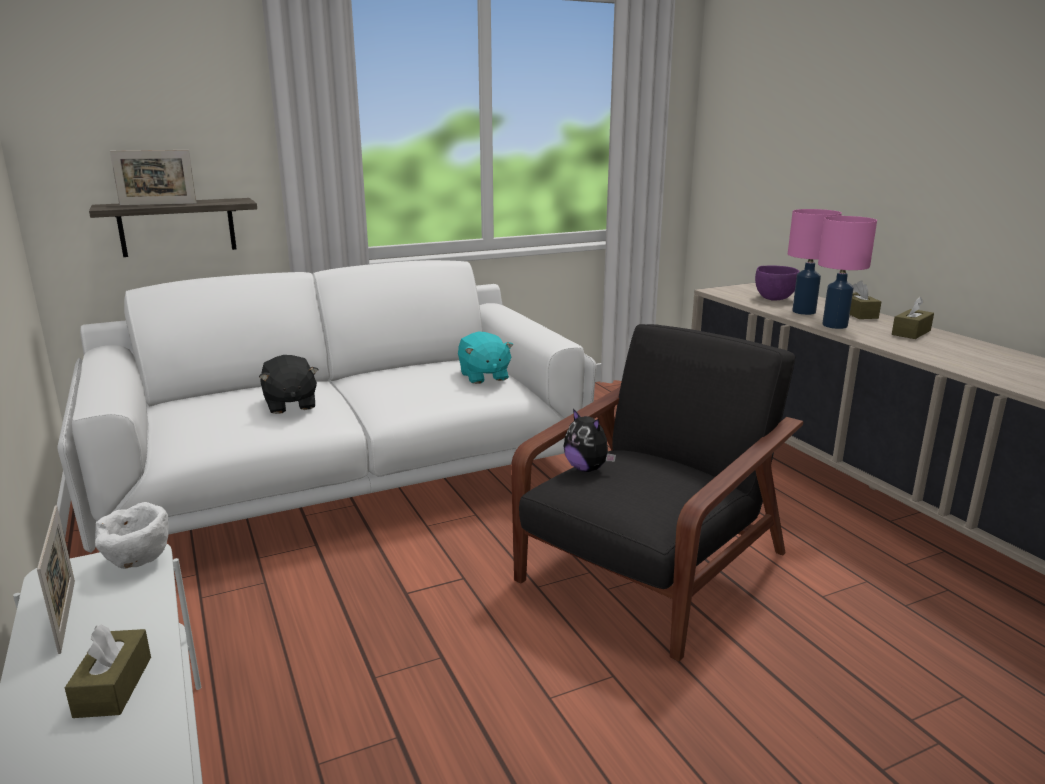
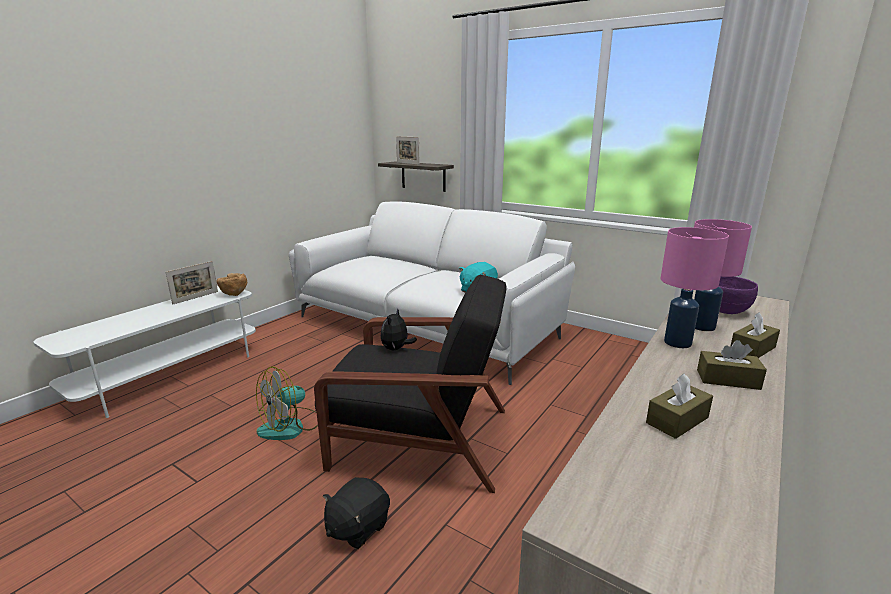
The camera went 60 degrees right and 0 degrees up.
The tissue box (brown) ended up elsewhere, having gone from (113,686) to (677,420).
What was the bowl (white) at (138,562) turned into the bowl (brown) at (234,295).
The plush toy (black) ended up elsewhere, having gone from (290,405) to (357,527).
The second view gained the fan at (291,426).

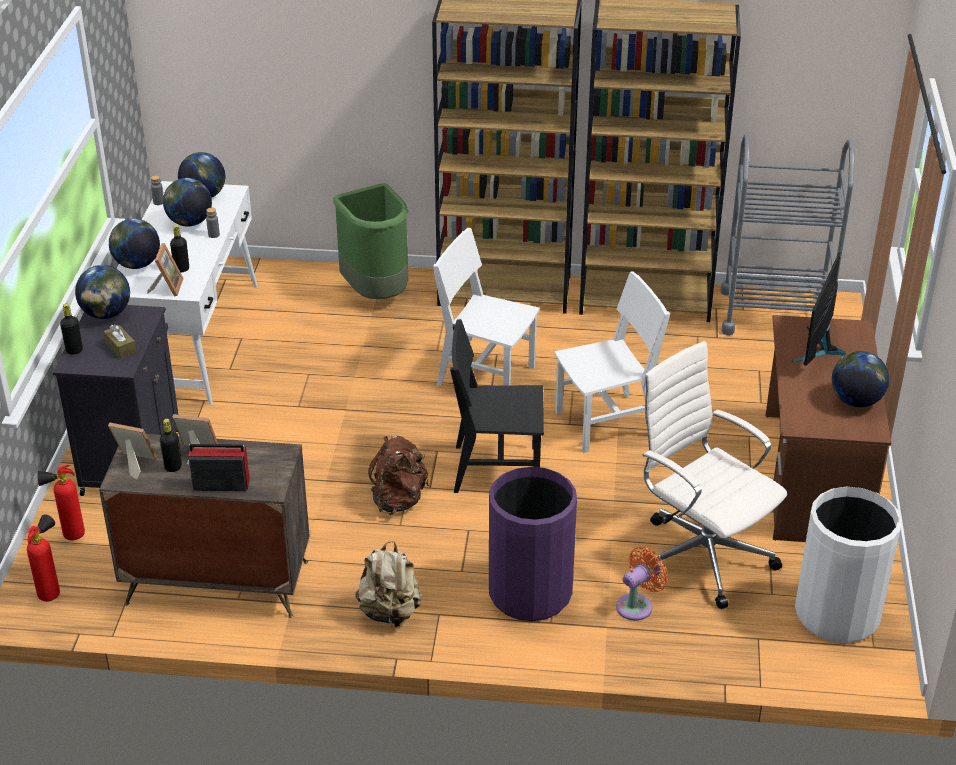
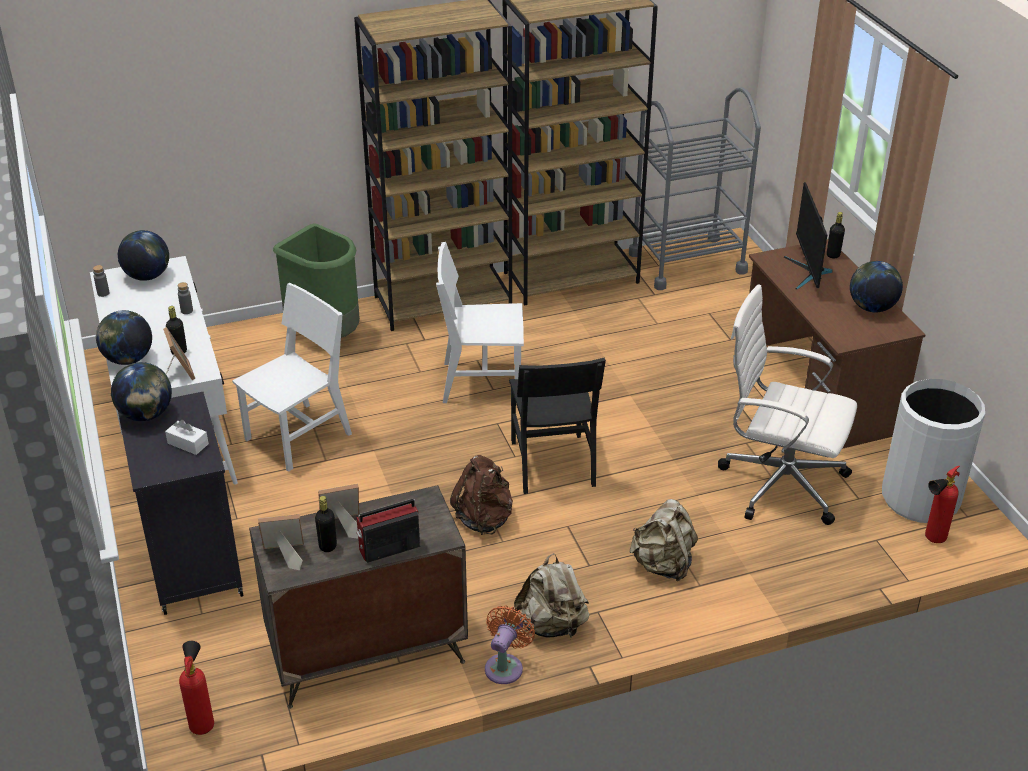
The camera went 25 degrees left and 0 degrees up.
The fire extinguisher ended up elsewhere, having gone from (69,536) to (931,540).
The bottle (black) ended up elsewhere, having gone from (74,350) to (833,255).
What was the tissue box (brown) at (120,347) turned into the tissue box (white) at (188,443).
The second view lost the globe at (190,223).
The chair (black) at (496,469) ended up facing another way, 75 degrees counterclockwise from before.
Where the trash can (purple) stood at (530,593), the backpack (beige) came to stand at (663,565).
The chair (white) ended up elsewhere, having gone from (606,423) to (298,437).
The fan (orange) ended up elsewhere, having gone from (637,605) to (505,666).

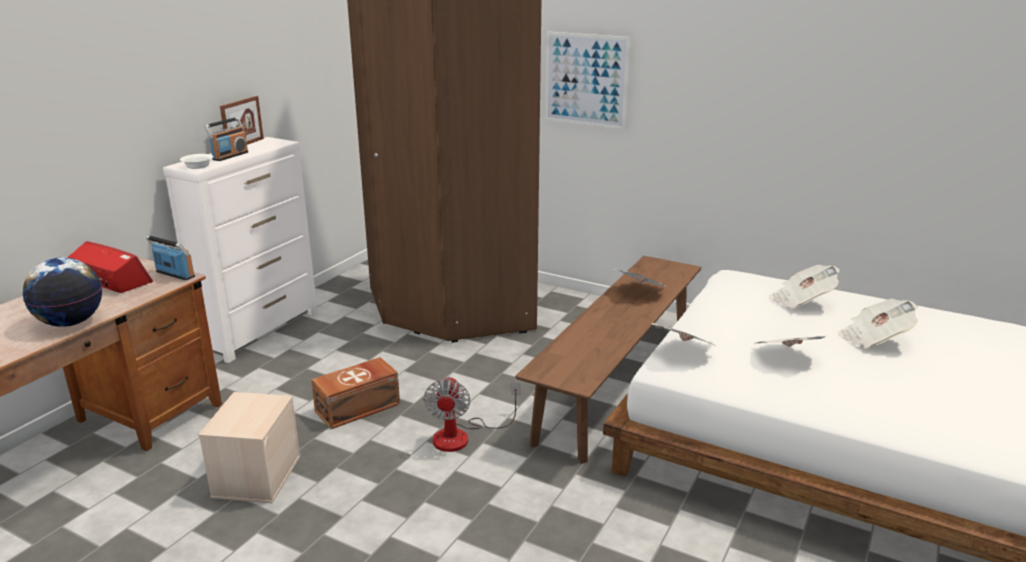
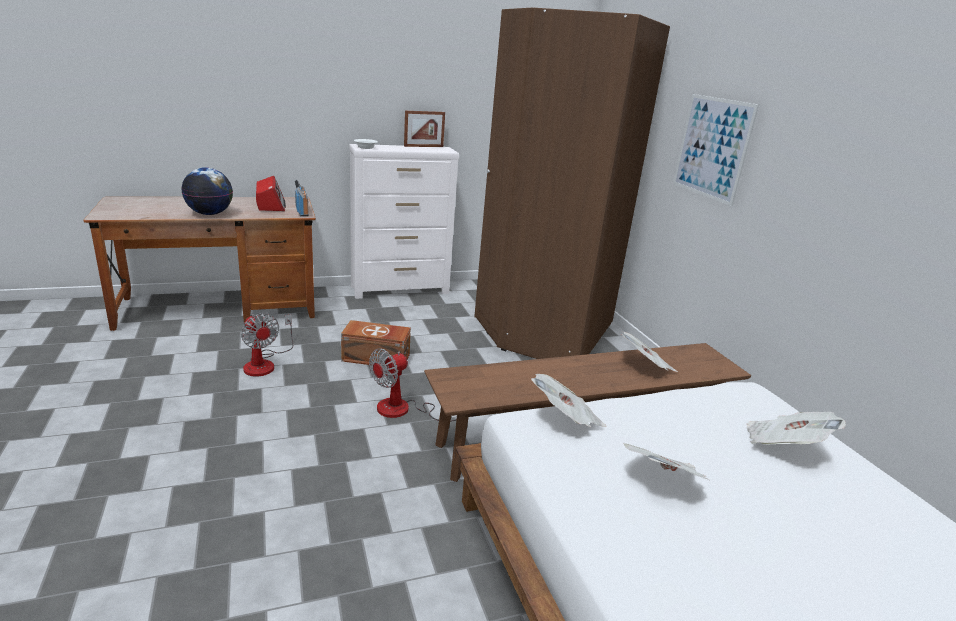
The camera went 40 degrees right and 0 degrees up.
Where the storage box (beige) stood at (256,475), the fan came to stand at (265,363).
The second view lost the radio at (230,156).
The second view lost the newspaper at (874,339).

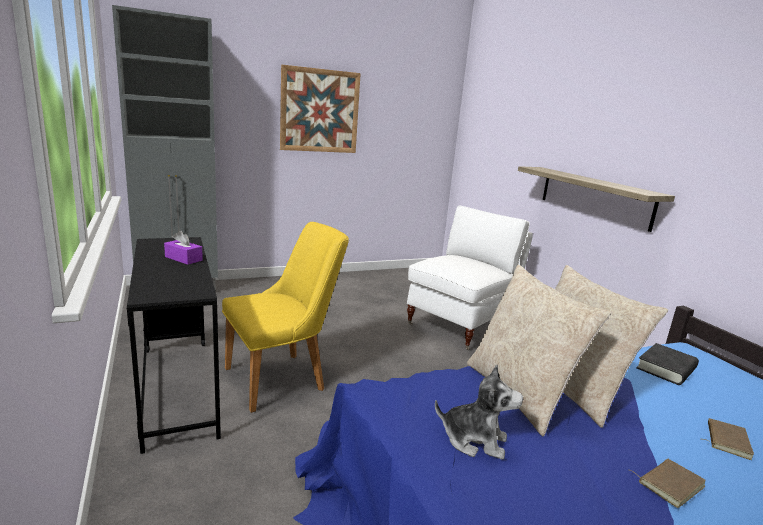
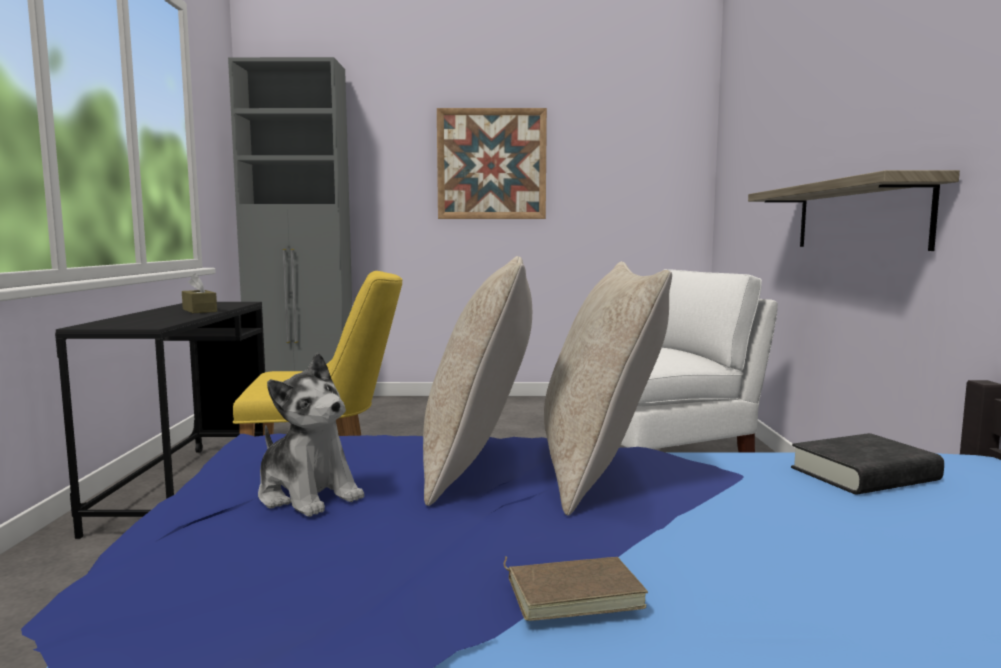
The camera went 25 degrees right and 10 degrees down.
What was the tissue box (purple) at (183,258) turned into the tissue box (brown) at (199,310).
The second view lost the book (brown) at (725,440).

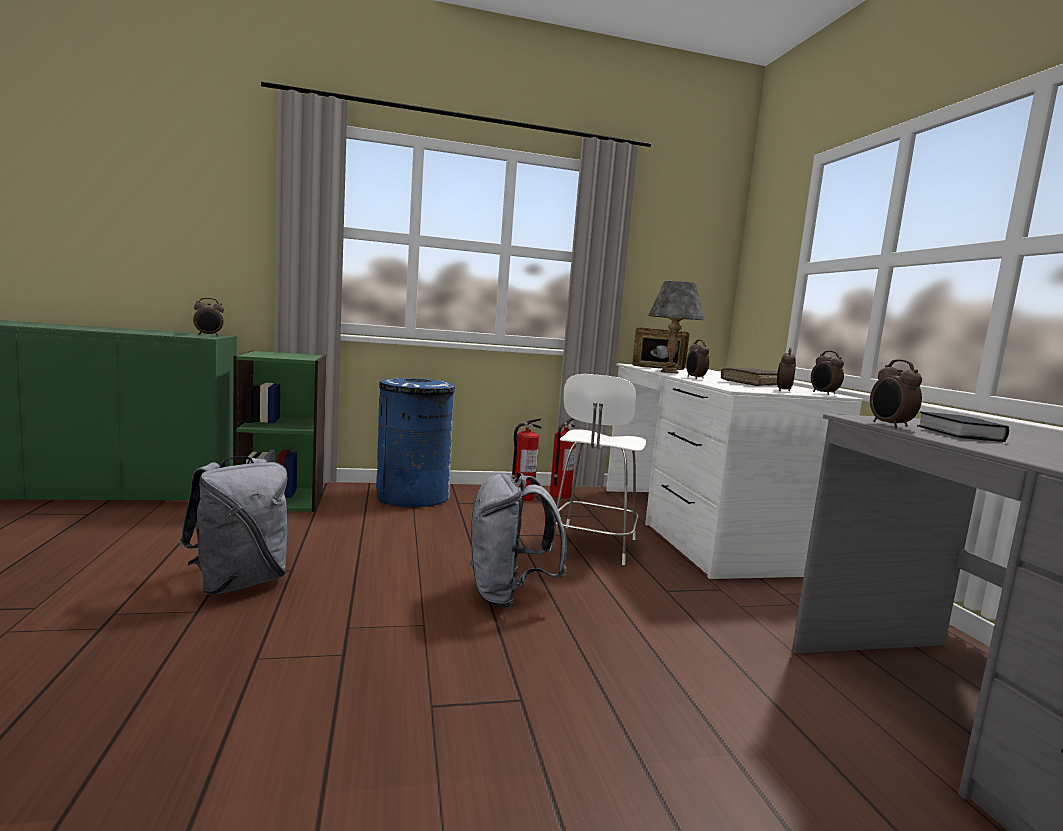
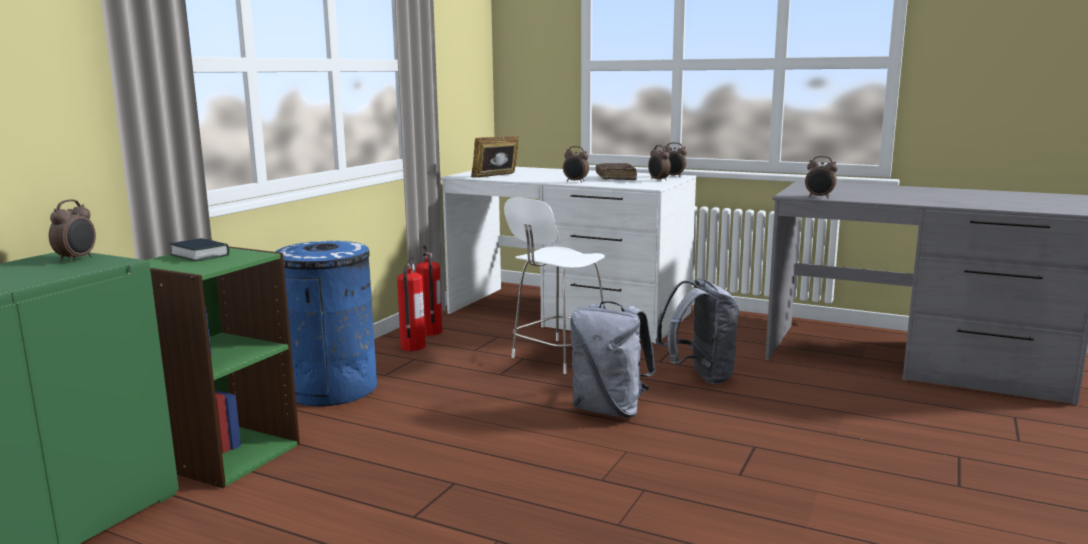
The camera went 50 degrees left and 5 degrees up.
The backpack (grey) ended up elsewhere, having gone from (239,583) to (699,376).
The chair (white) at (592,546) ended up facing another way, 75 degrees clockwise from before.
The second view lost the table lamp (grey) at (669,372).
The book ended up elsewhere, having gone from (959,434) to (200,255).

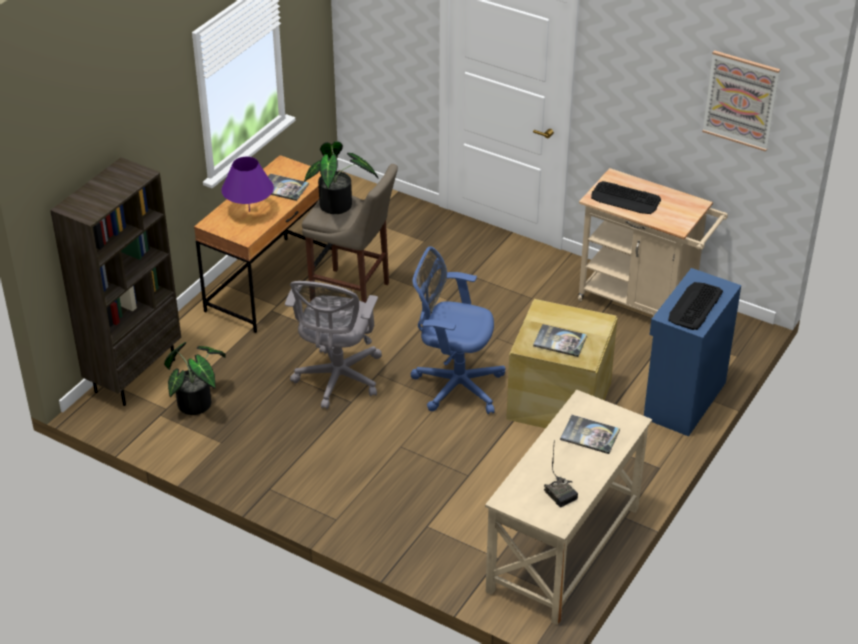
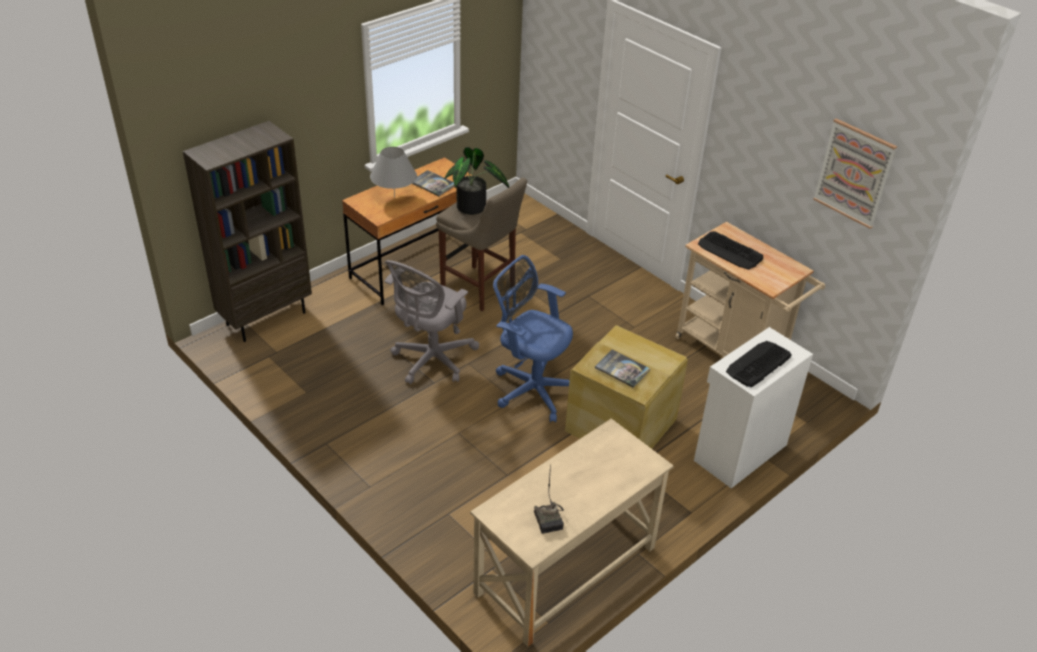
The camera went 15 degrees right and 0 degrees up.
The second view lost the potted plant at (199,403).
What was the table lamp (purple) at (249,211) turned into the table lamp (grey) at (394,197).
The second view lost the book at (590,435).
What was the cabinet (blue) at (683,400) turned into the cabinet (white) at (738,452).

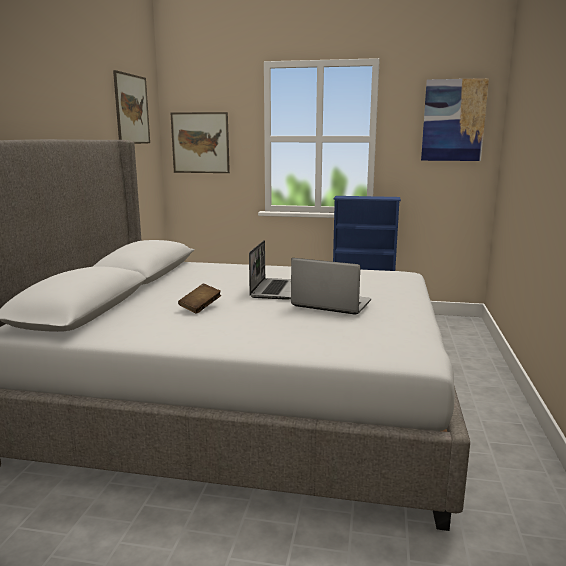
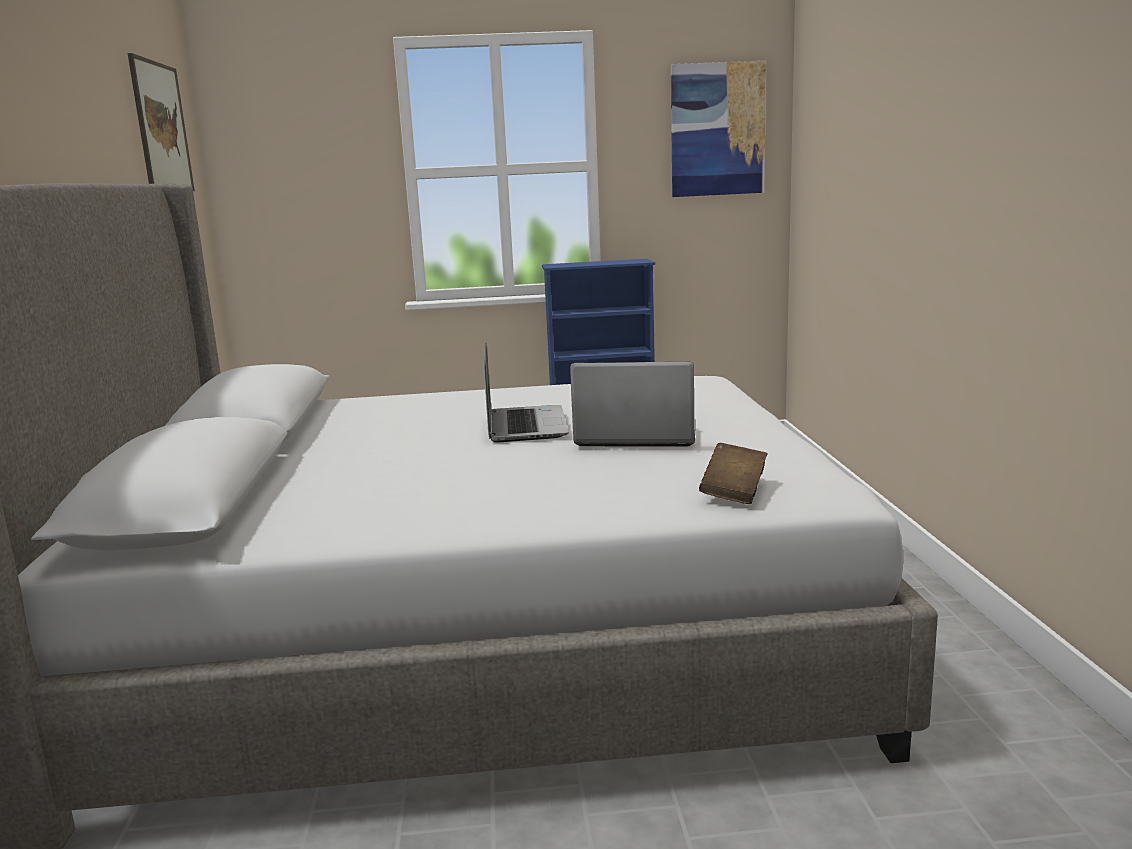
The camera went 15 degrees left and 0 degrees up.
The second view lost the picture at (200,143).
The book (brown) ended up elsewhere, having gone from (200,307) to (734,491).

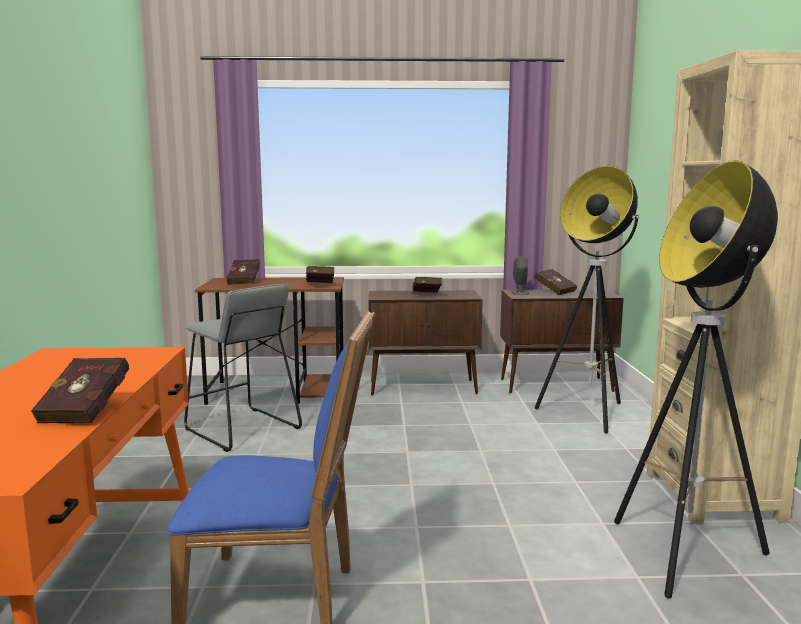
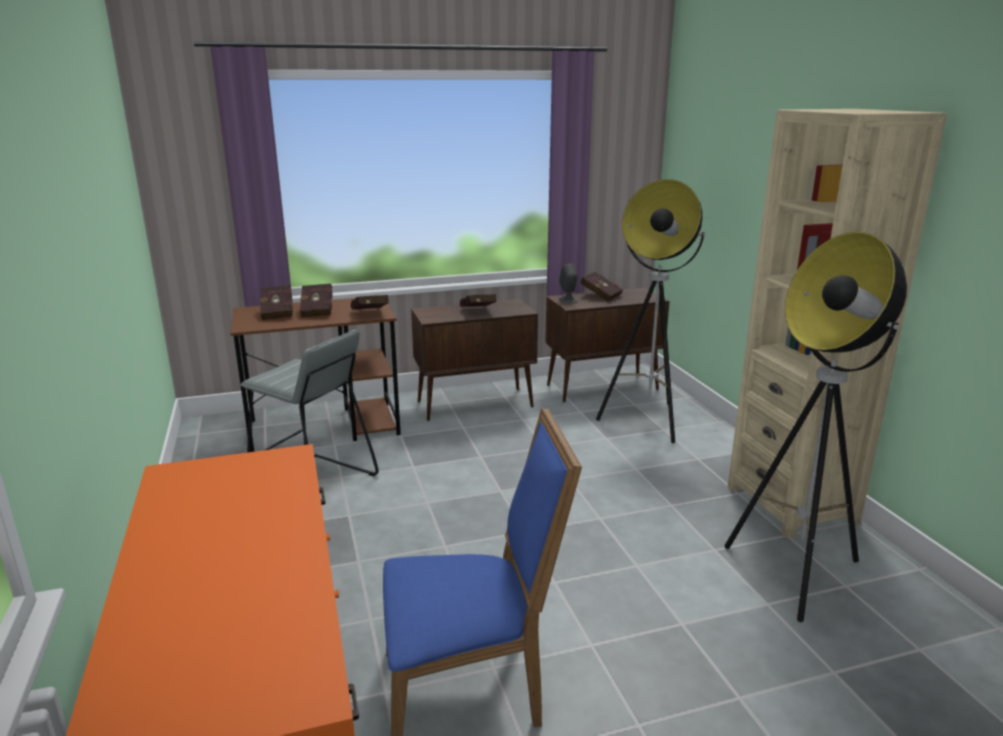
The camera went 15 degrees left and 10 degrees up.
The book (red) ended up elsewhere, having gone from (88,410) to (318,311).

